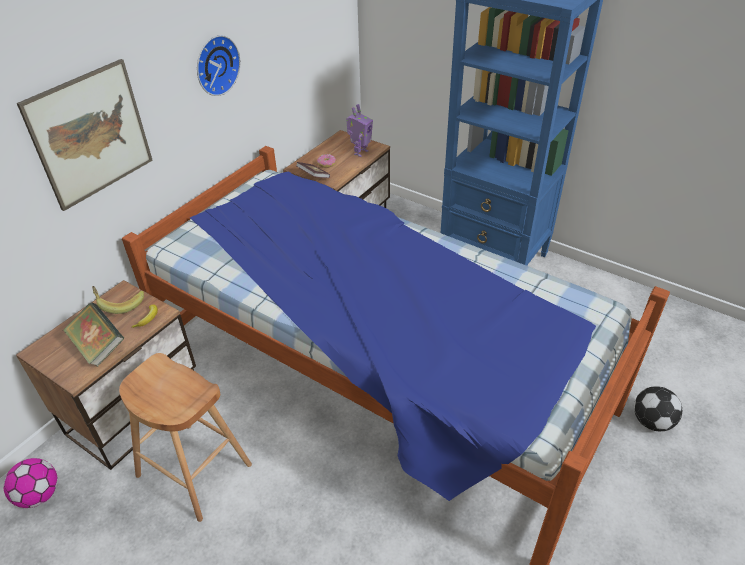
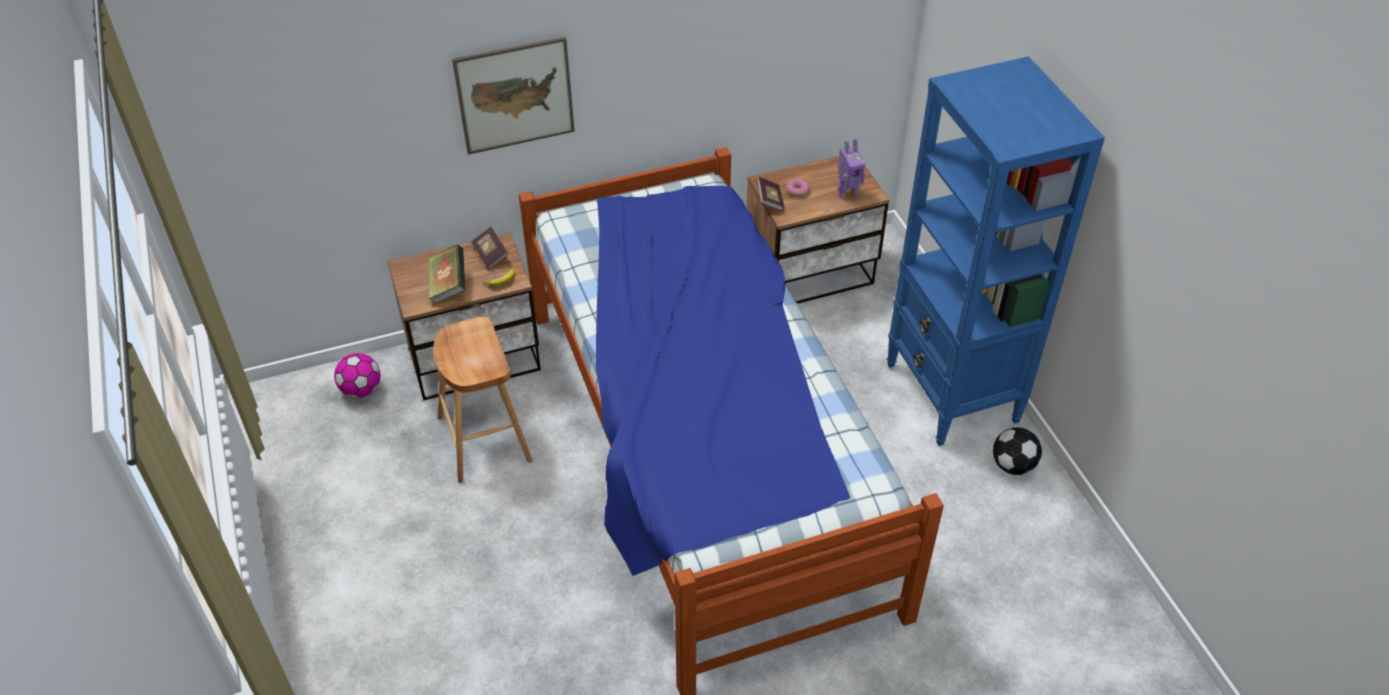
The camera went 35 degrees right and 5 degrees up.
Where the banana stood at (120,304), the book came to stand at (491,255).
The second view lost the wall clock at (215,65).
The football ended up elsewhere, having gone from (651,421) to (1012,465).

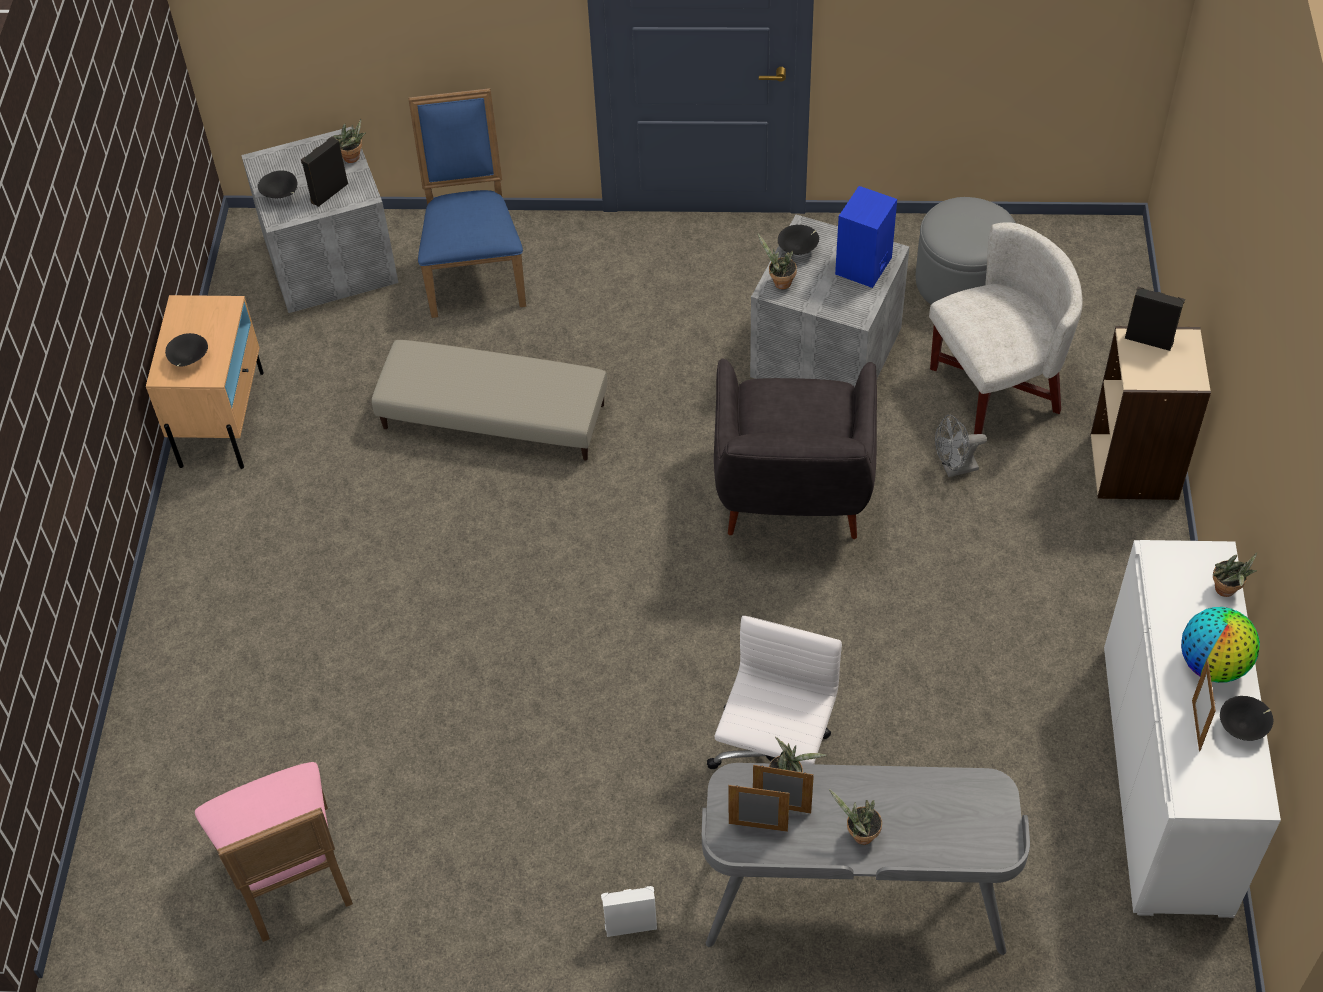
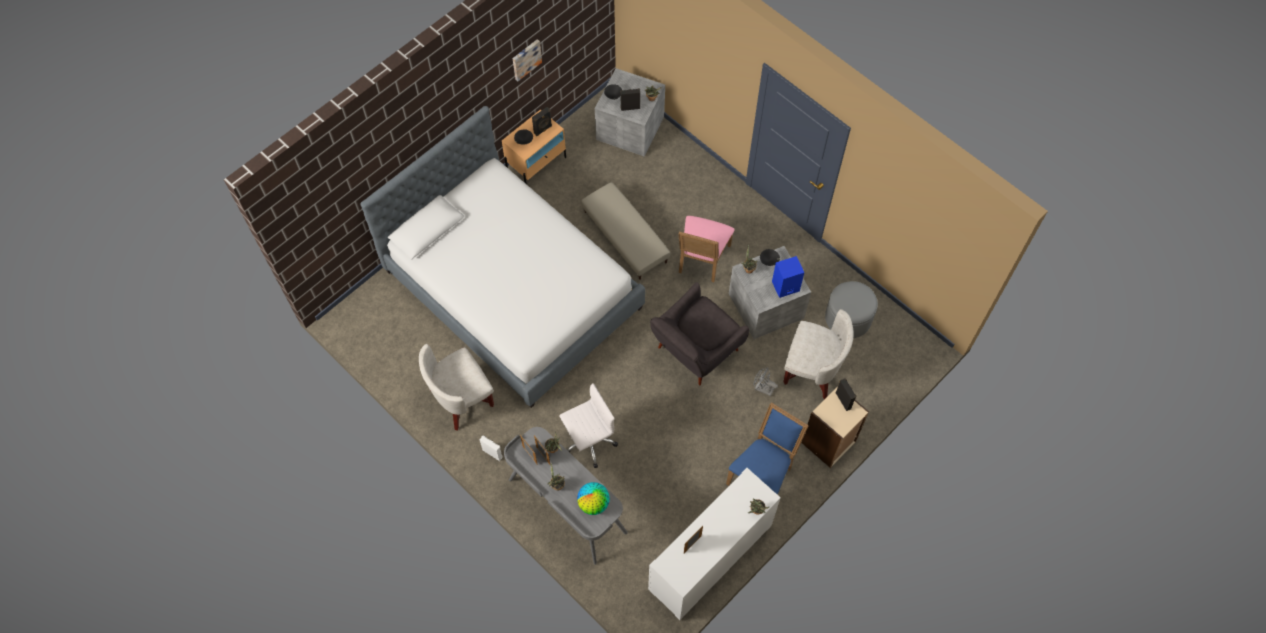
The camera went 40 degrees right and 10 degrees up.
The chair (pink) ended up elsewhere, having gone from (292,881) to (701,261).
The chair (blue) ended up elsewhere, having gone from (475,272) to (762,475).
The globe ended up elsewhere, having gone from (1213,664) to (594,503).
The second view lost the bowl (black) at (1243,727).
The second view gained the bed at (513,289).
The second view gained the armchair (white) at (461,399).
The second view gained the picture at (526,59).
The second view gained the speaker (black) at (543,130).

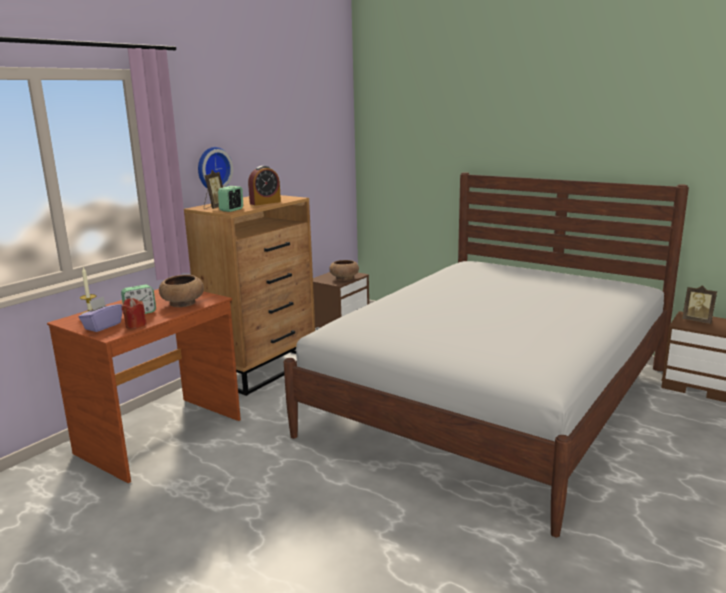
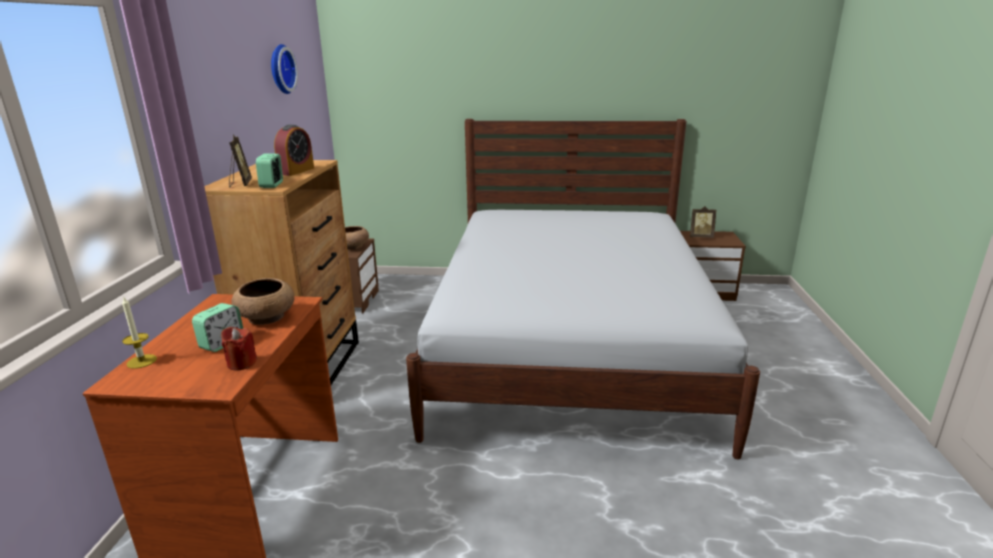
The camera went 30 degrees left and 5 degrees up.
The second view lost the tissue box (purple) at (102,326).
The wall clock ended up elsewhere, having gone from (212,169) to (280,69).

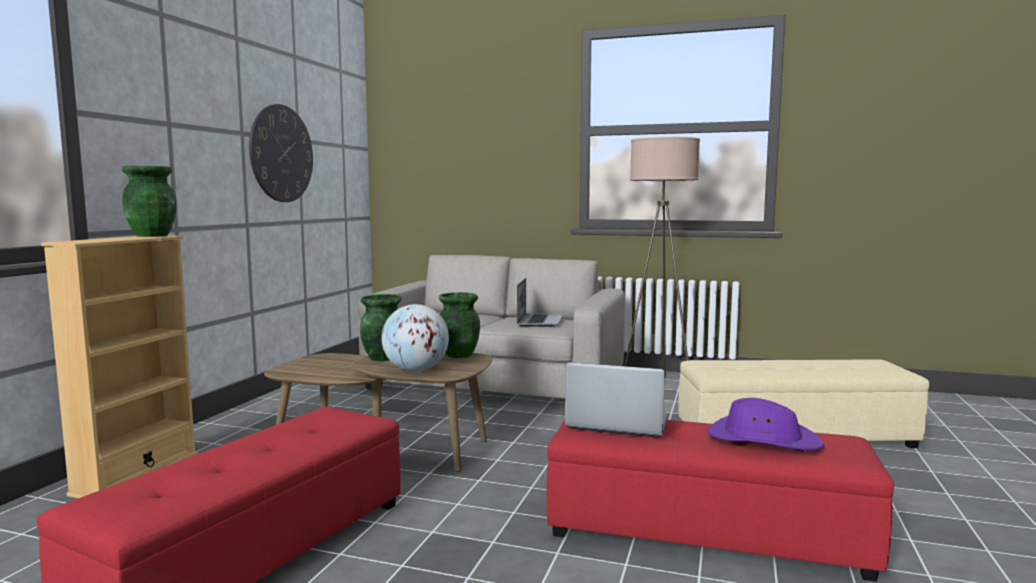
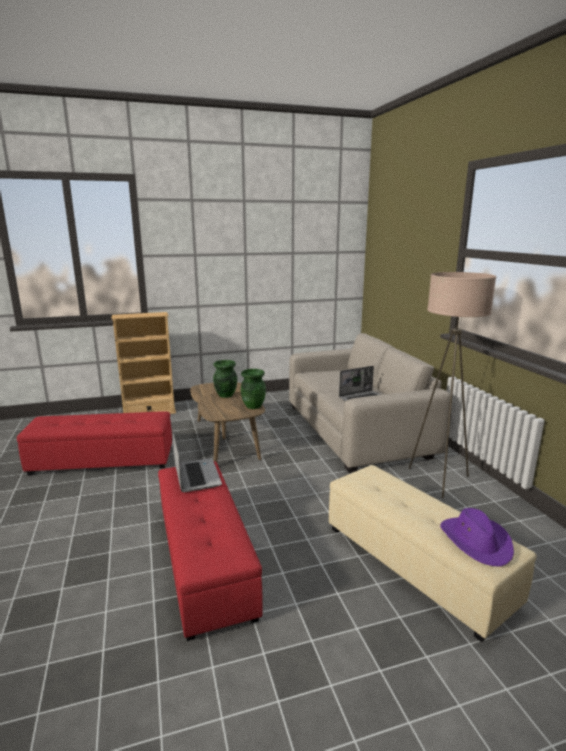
The camera went 55 degrees right and 10 degrees up.
The second view lost the vase (green) at (153,235).
The second view lost the wall clock at (281,154).
The second view lost the globe at (416,370).
The hat (purple) ended up elsewhere, having gone from (762,440) to (476,541).

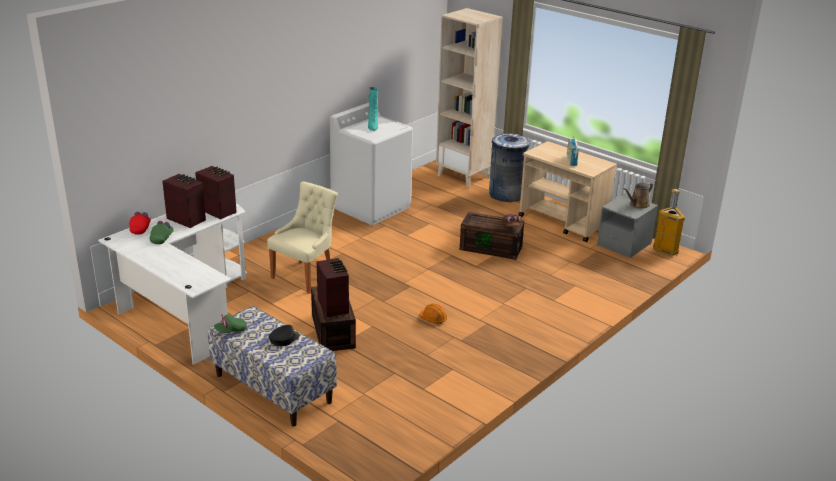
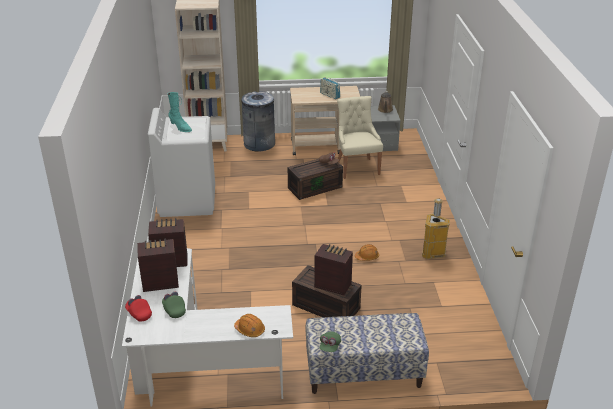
The camera went 45 degrees left and 5 degrees up.
The chair (beige) ended up elsewhere, having gone from (305,275) to (357,167).
The second view lost the cap (black) at (284,338).
The trash can ended up elsewhere, having gone from (666,250) to (433,254).
The second view gained the hard hat (orange) at (250,330).

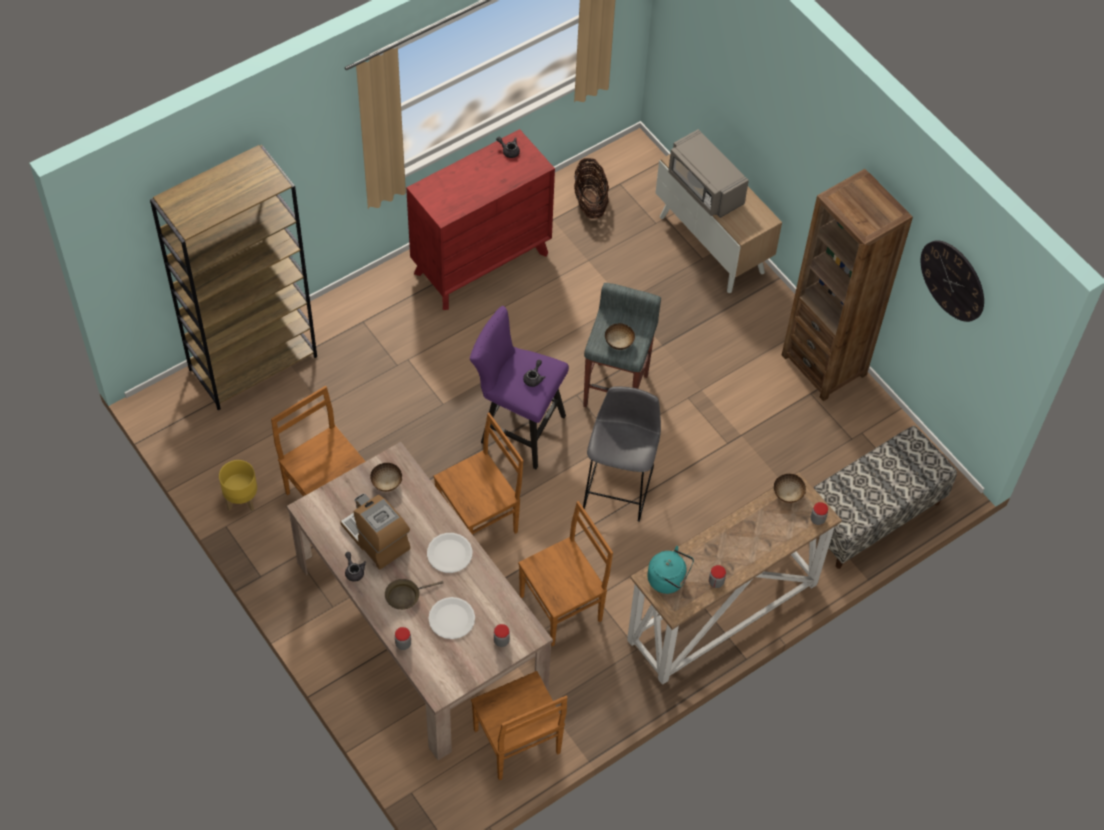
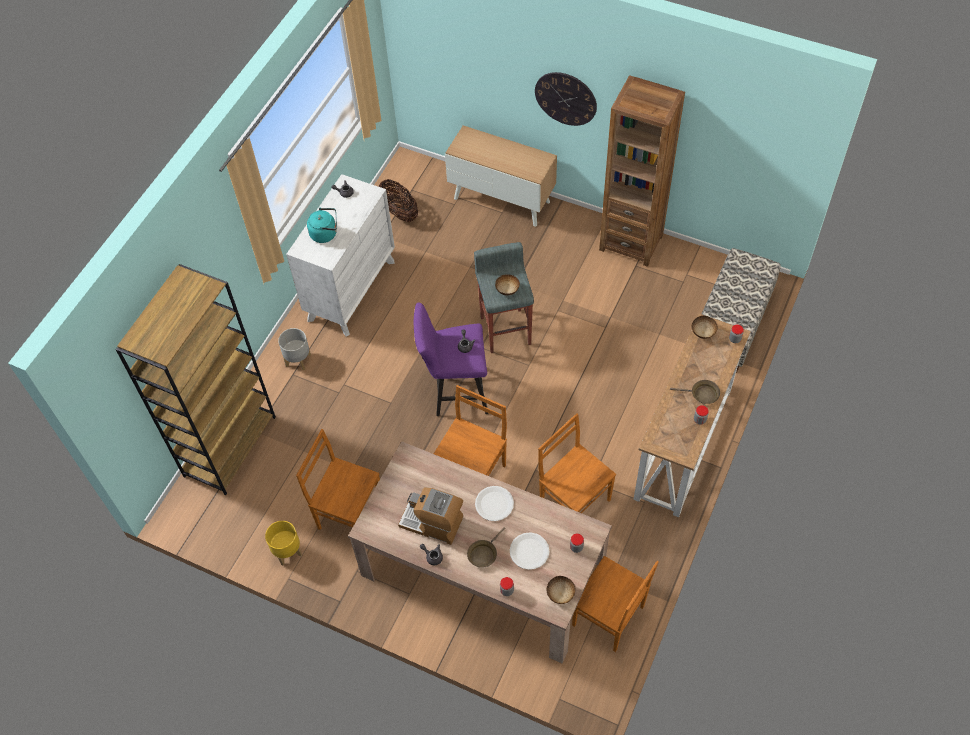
The camera went 25 degrees left and 0 degrees up.
The bowl ended up elsewhere, having gone from (386,483) to (560,594).
What was the dresser (red) at (481,262) turned into the dresser (white) at (351,290).
The chair (brown) at (563,607) ended up facing another way, 75 degrees counterclockwise from before.
The second view lost the stool (grey) at (620,484).
The kettle (turquoise) ended up elsewhere, having gone from (668,580) to (325,233).
The second view lost the microwave (grey) at (704,188).
The wall clock ended up elsewhere, having gone from (953,280) to (566,98).
The second view gained the planter (grey) at (298,360).
The second view gained the frying pan (brown) at (702,394).

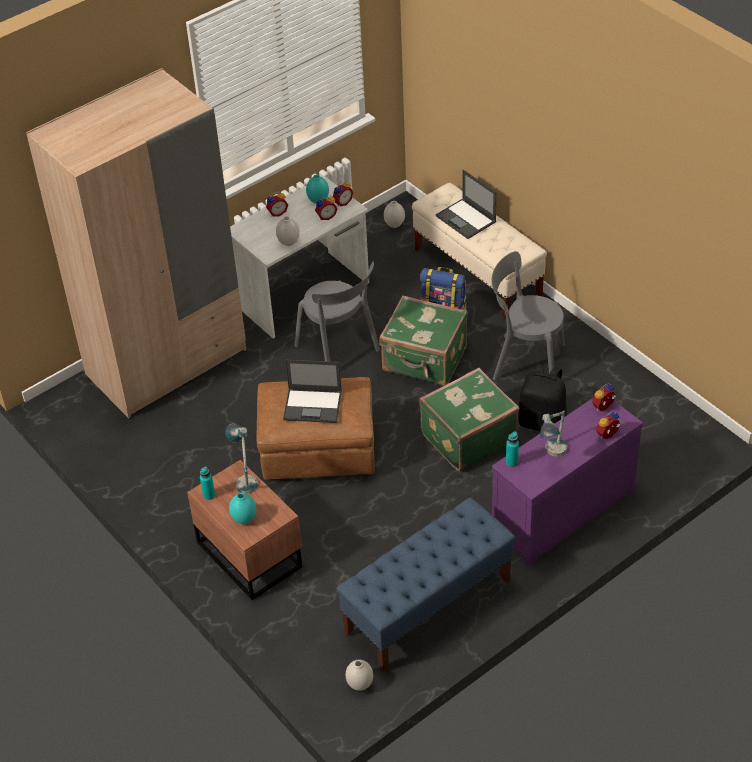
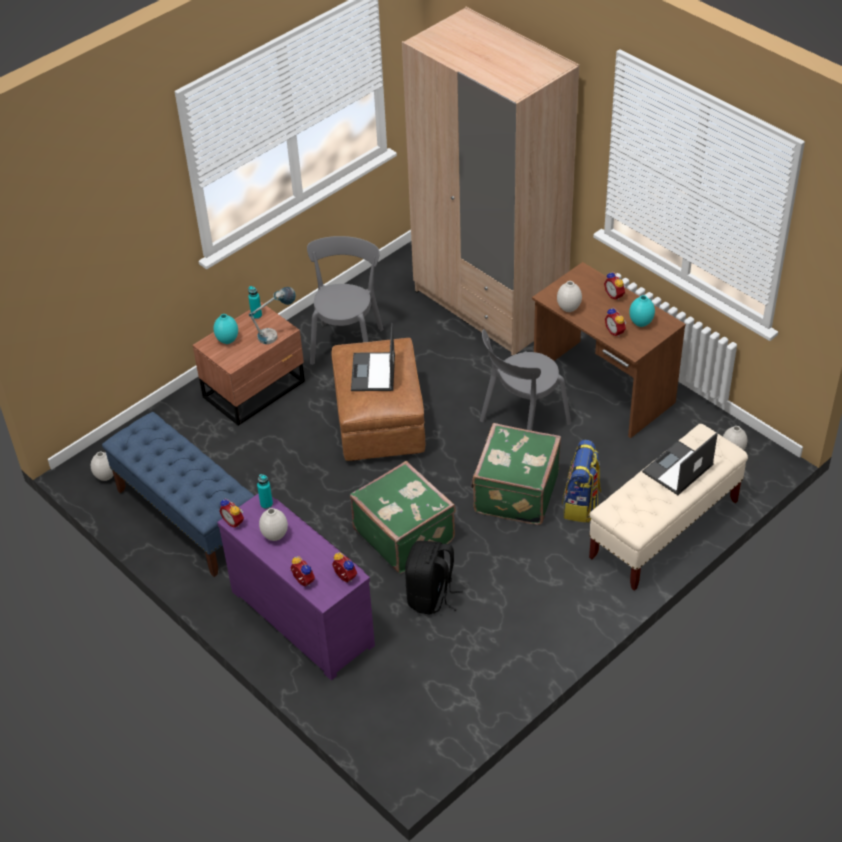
The camera went 85 degrees right and 0 degrees up.
What was the desk (white) at (303,294) turned into the desk (brown) at (602,389).
The alarm clock ended up elsewhere, having gone from (342,202) to (234,521).
The chair (grey) ended up elsewhere, having gone from (524,360) to (347,343).
Where the table lamp stood at (553,455), the vase (white) came to stand at (275,536).

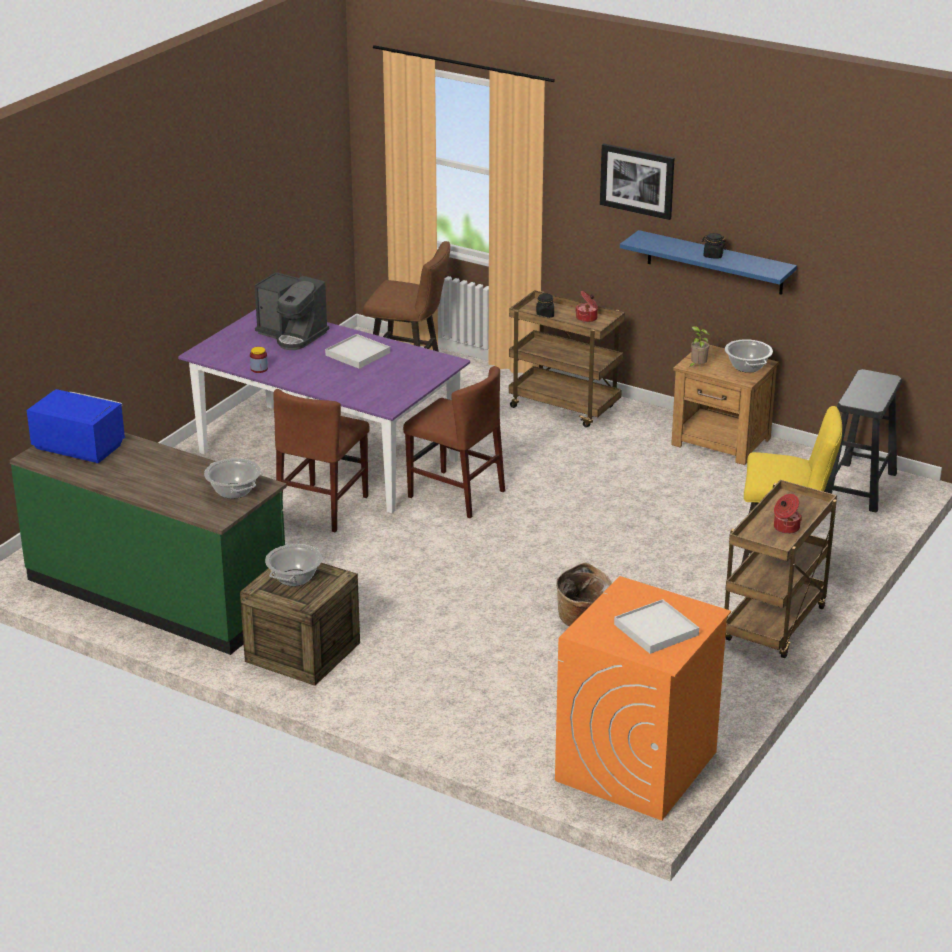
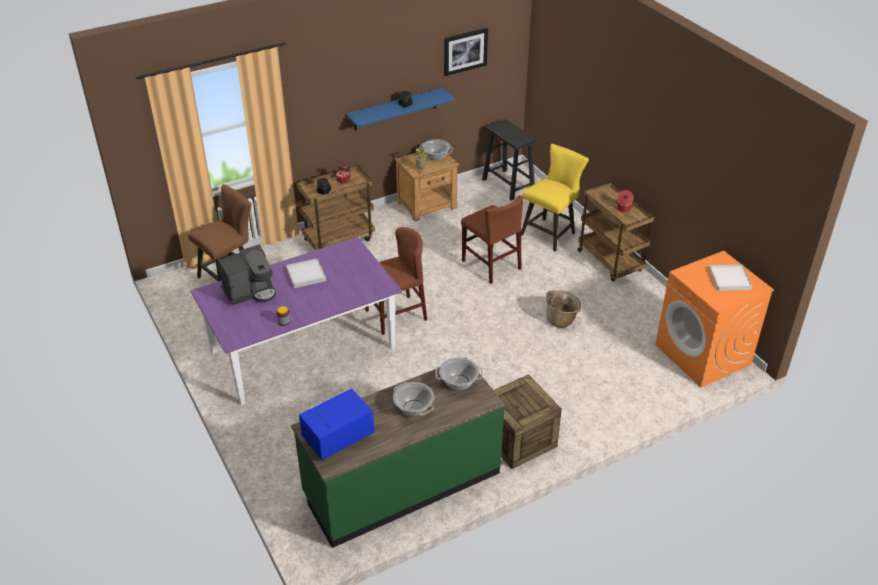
The camera went 60 degrees left and 10 degrees up.
The cooking pot ended up elsewhere, having gone from (294,578) to (413,408).
The chair (brown) ended up elsewhere, having gone from (323,507) to (491,265).
The picture ended up elsewhere, having gone from (637,180) to (465,51).

